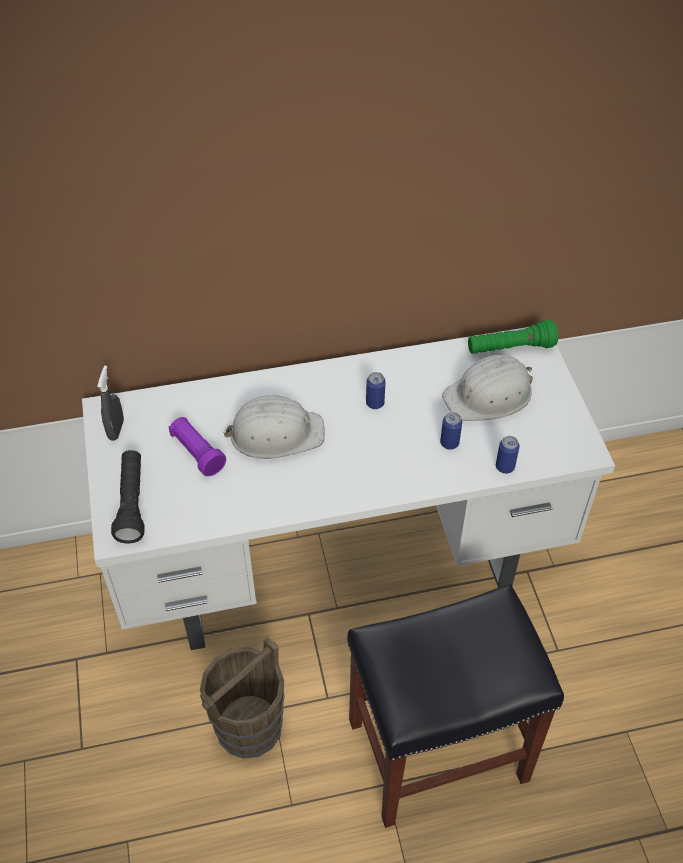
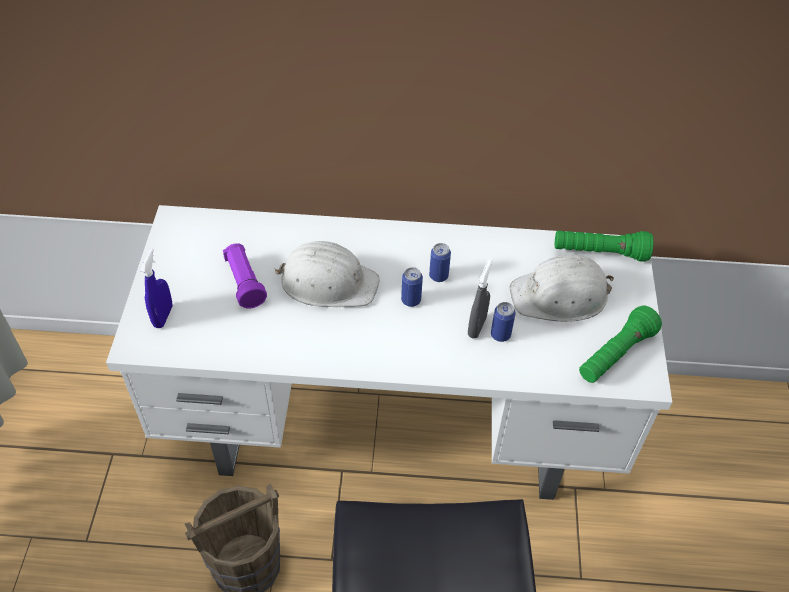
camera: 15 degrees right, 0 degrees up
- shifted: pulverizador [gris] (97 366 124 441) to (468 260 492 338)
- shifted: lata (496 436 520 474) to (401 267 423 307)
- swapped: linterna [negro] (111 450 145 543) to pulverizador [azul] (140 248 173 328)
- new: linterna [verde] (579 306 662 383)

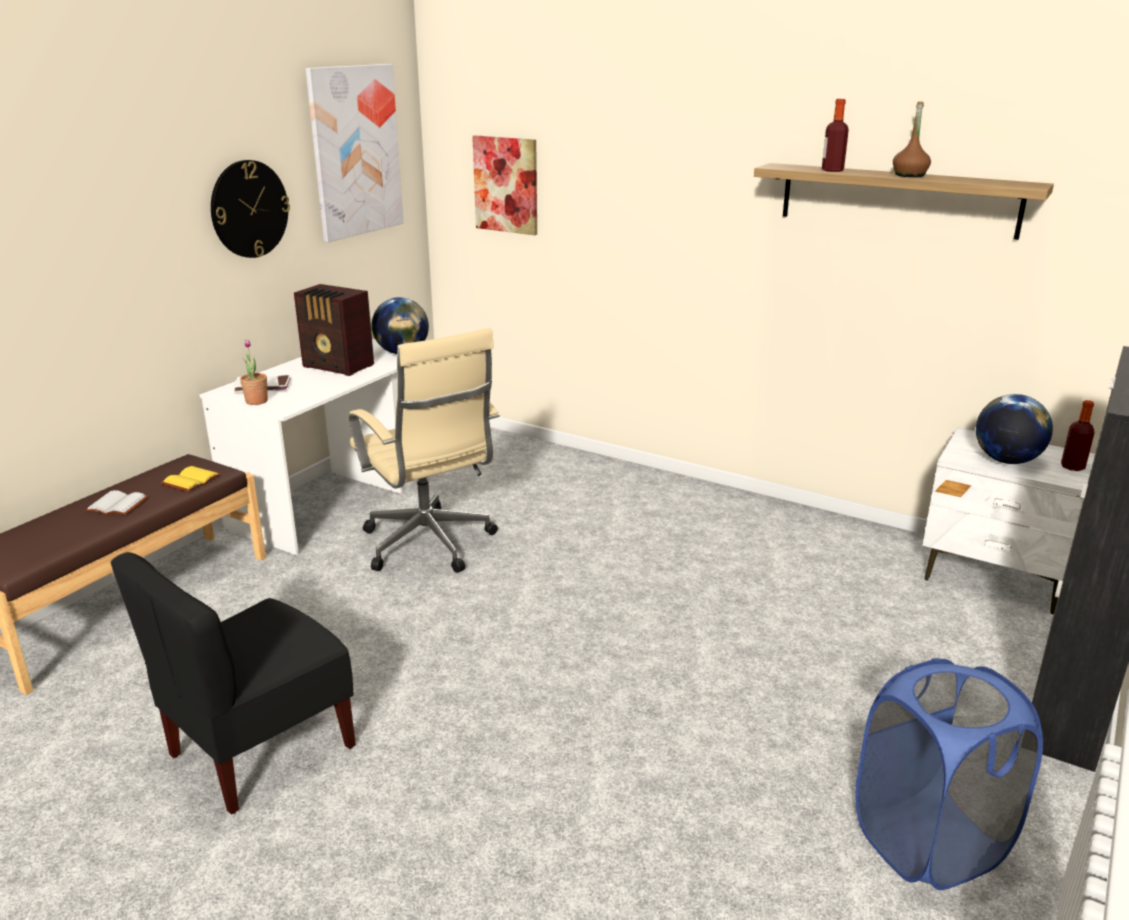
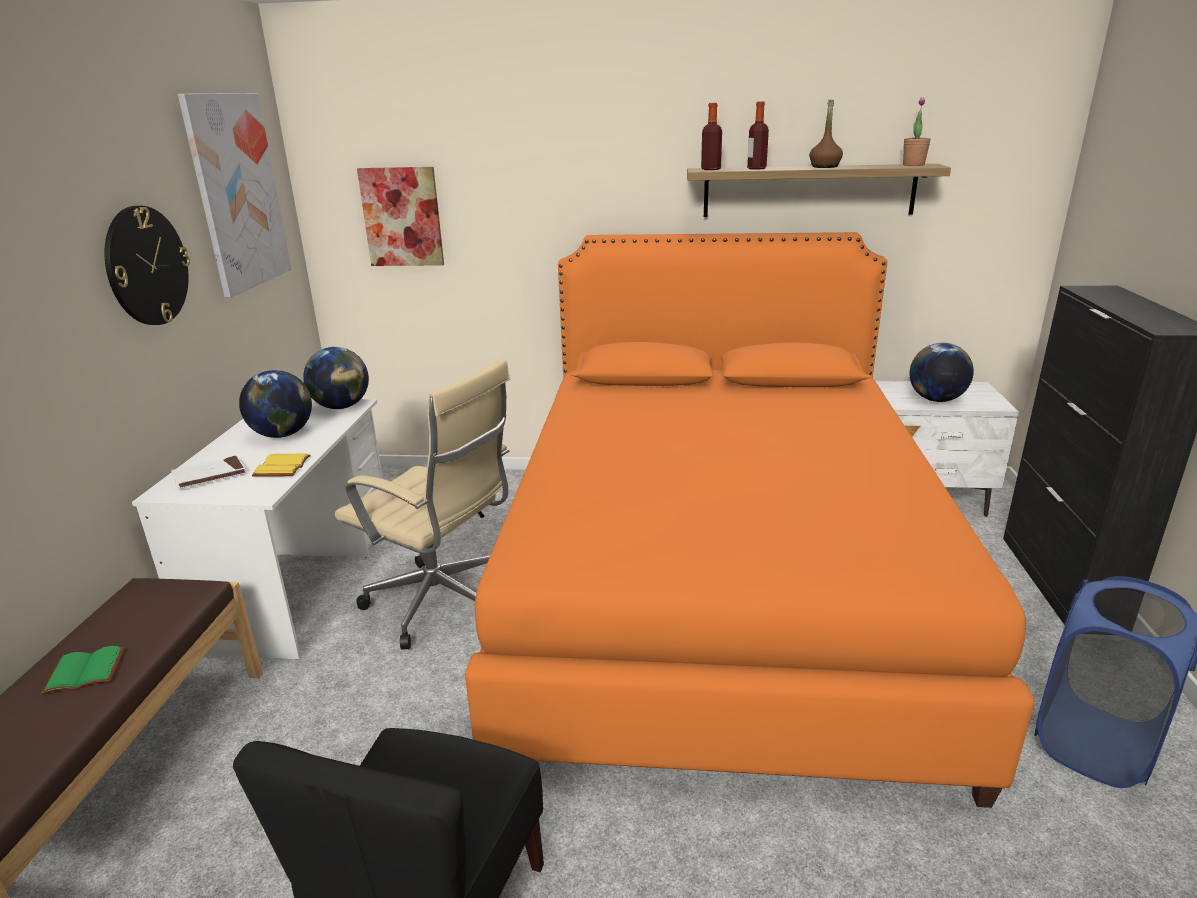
camera: 25 degrees left, 0 degrees up
- swapped: radio (294 284 374 376) to globo terráqueo (239 370 312 438)
- shifted: planta en maceta (240 340 268 405) to (903 97 931 166)
- shifted: botella (1061 400 1095 471) to (701 103 722 170)
- shifted: libro [amarillo] (161 466 221 492) to (252 454 311 477)
- repainted: libro [blanco] (84 490 149 515) to libro [verde] (41 646 125 695)
- new: cama [naranja] (465 232 1034 808)

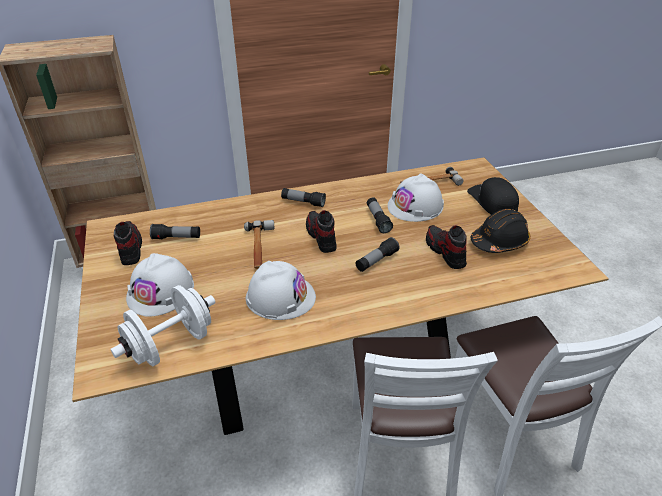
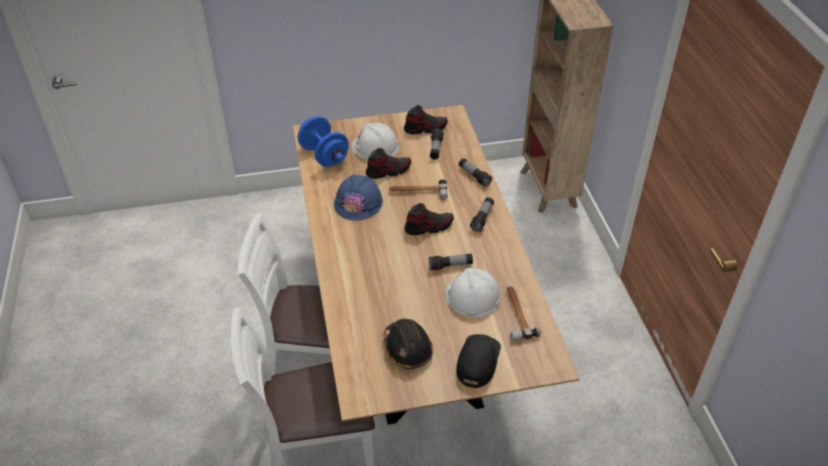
camera: 95 degrees right, 5 degrees up
- rotated: gorra [negro] (467 177 519 215) = (456 334 501 388) 60 degrees counterclockwise
- shifted: zapato (426 225 467 269) to (366 148 411 179)
- shifted: linterna (356 237 399 272) to (459 158 492 187)
- repainted: casco [blanco] (246 261 316 320) to casco [azul] (334 174 383 221)
- repainted: mancuerna [blanco] (110 285 215 366) to mancuerna [azul] (298 116 349 167)

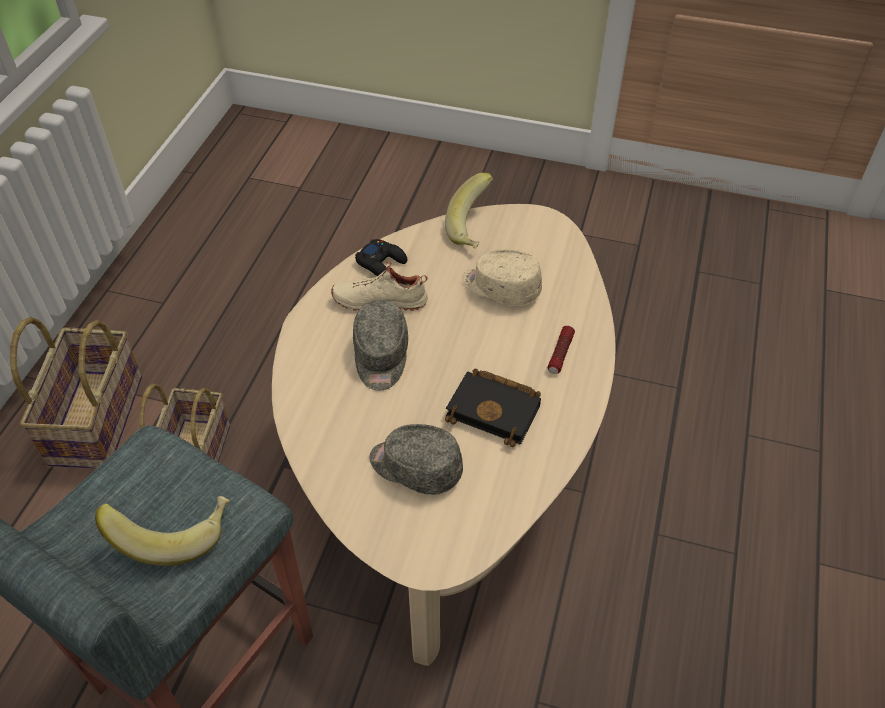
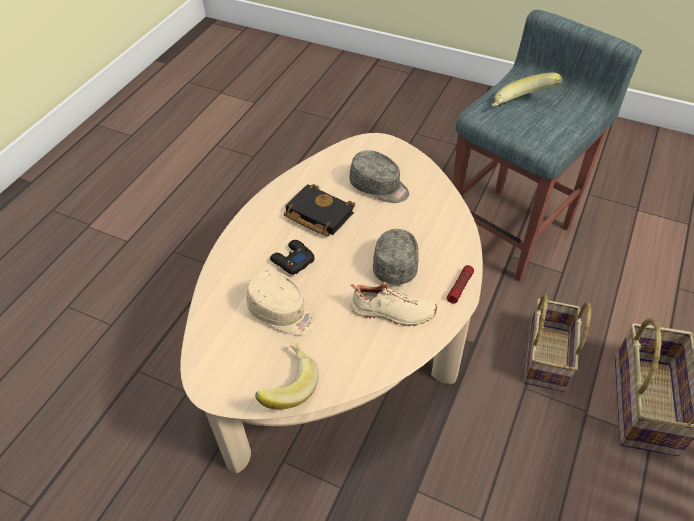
camera: 170 degrees left, 0 degrees up
- shifted: mando de consola [negro] (355 239 407 276) to (270 240 314 275)
- shifted: linterna (548 326 575 374) to (447 265 474 304)

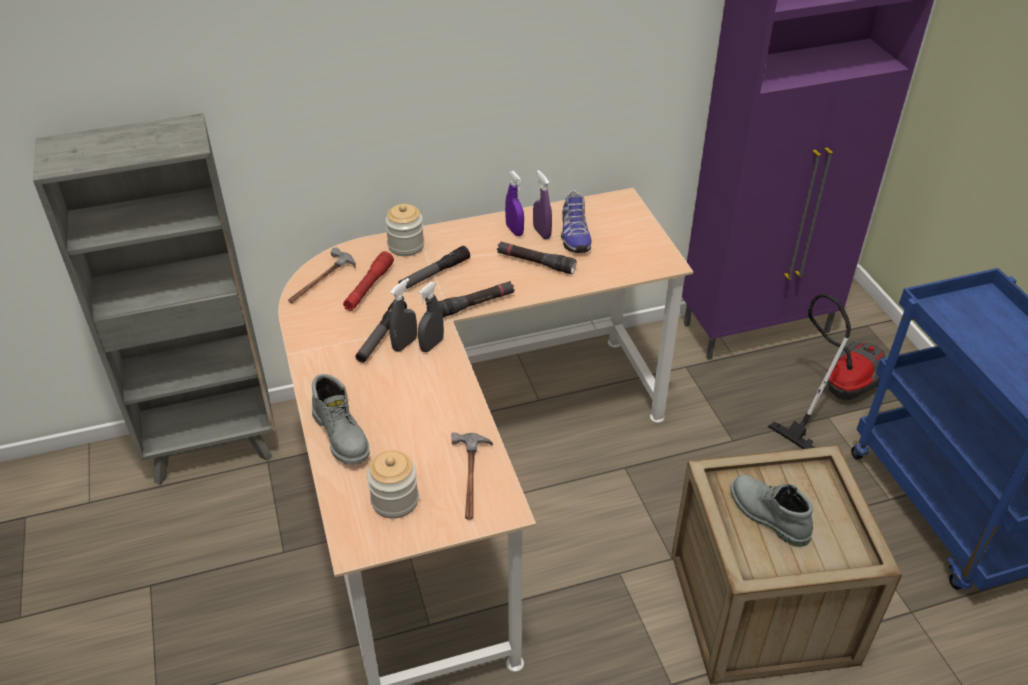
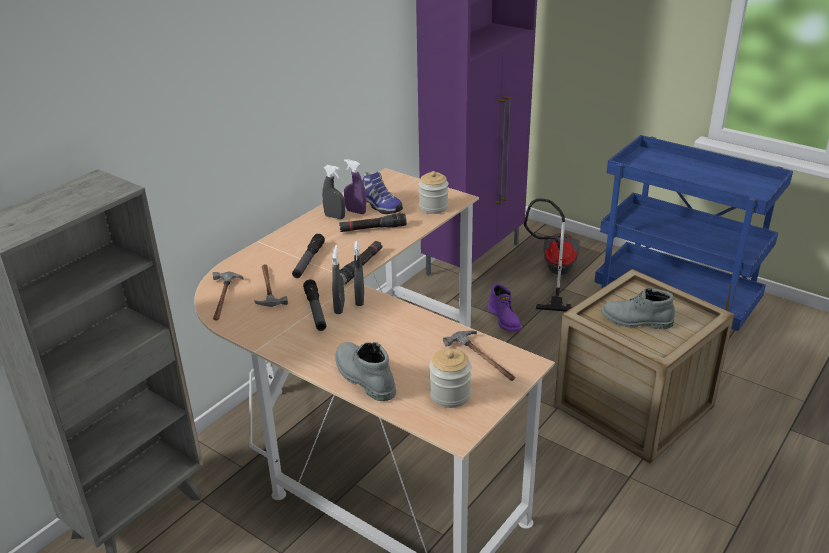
camera: 35 degrees left, 10 degrees down
- repainted: pulverizador [morado] (505 171 524 236) to pulverizador [gris] (322 165 345 219)
- shifted: tarro (385 204 424 256) to (419 171 448 214)
- swapped: linterna [rojo] (343 251 394 311) to martillo (254 264 288 307)
- rotated: bota [gris] (312 374 370 465) = (335 342 396 401) 150 degrees counterclockwise
- new: bota [morado] (488 284 521 332)

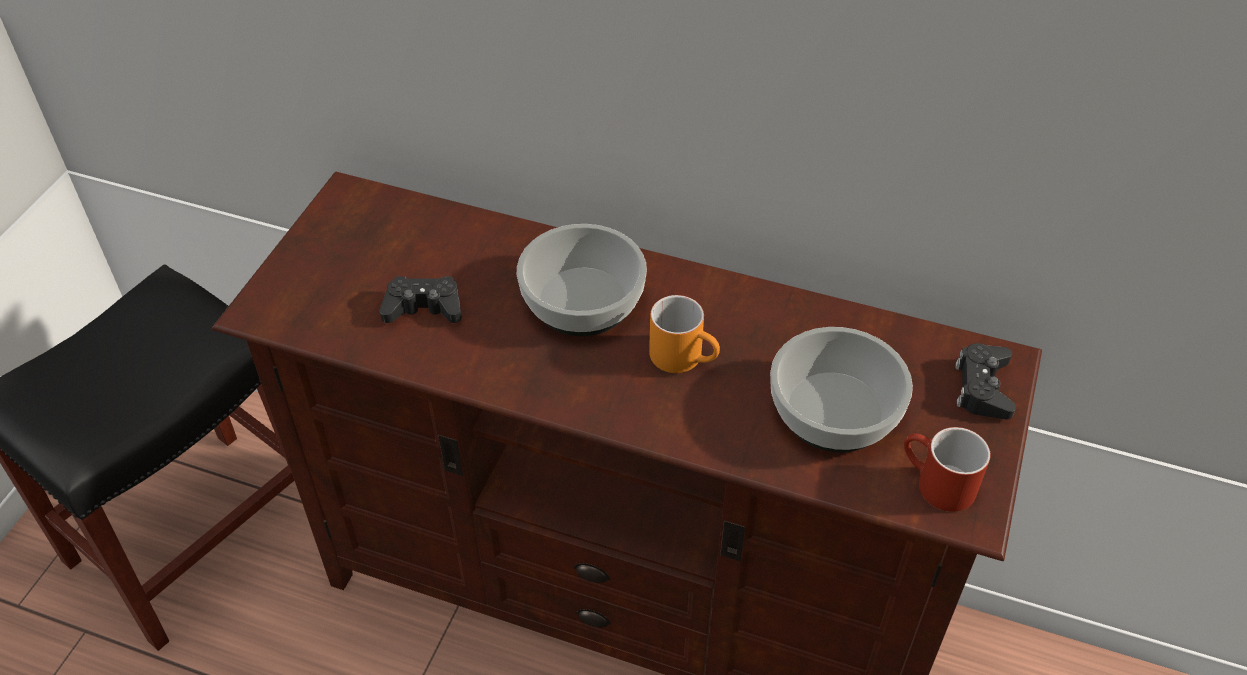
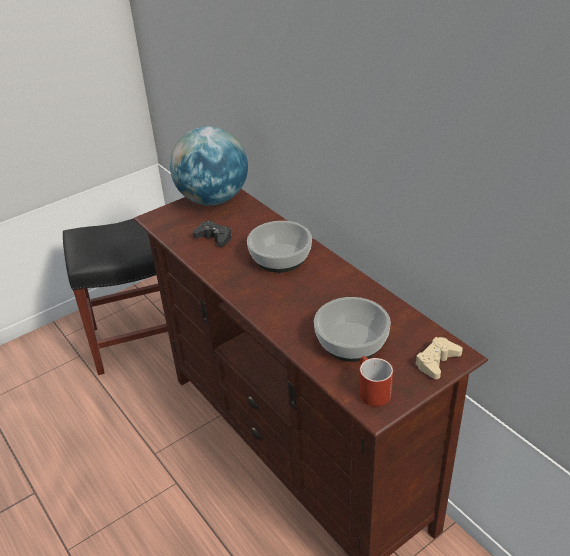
camera: 35 degrees right, 10 degrees down
- gone: taza grande [naranja] (649 295 720 373)
- repainted: mando de consola [negro] (955 343 1016 419) to mando de consola [beis] (415 337 463 379)
- new: globo terráqueo (170 126 248 205)

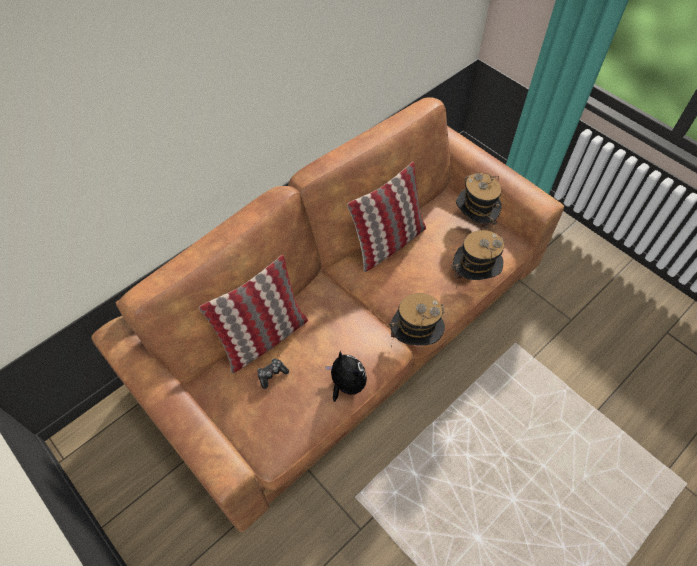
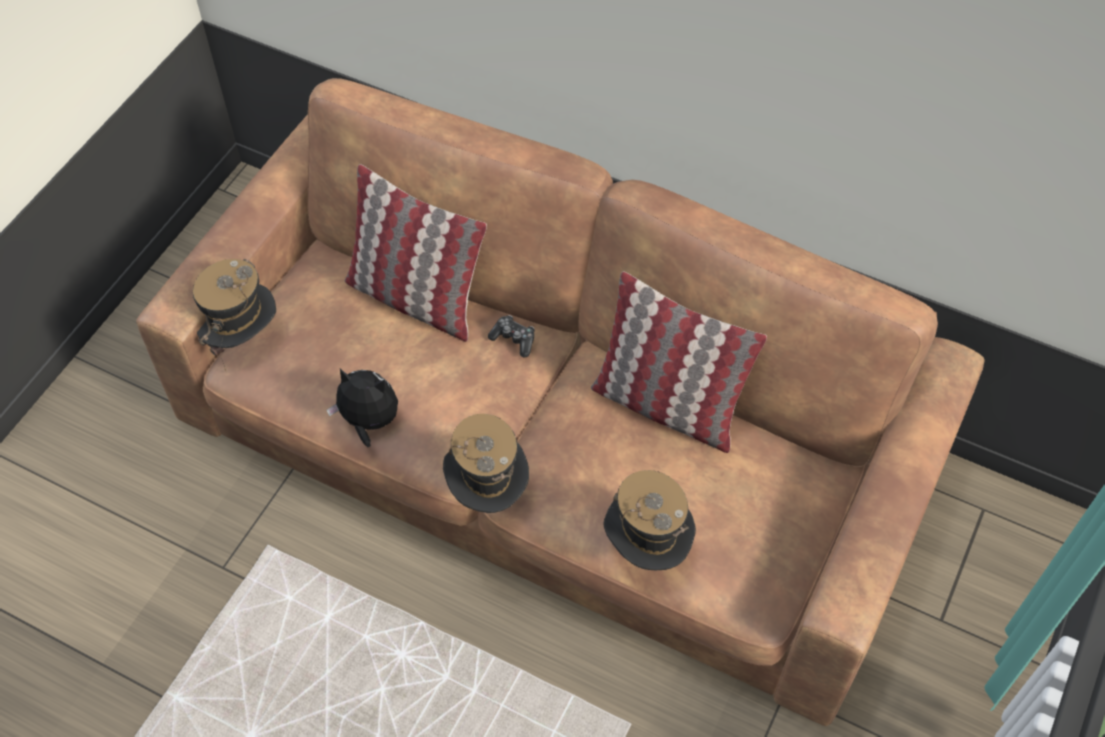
camera: 70 degrees right, 0 degrees up
- shifted: sombrero (456 173 502 231) to (193 259 276 371)
- rotated: peluche (325 350 367 402) = (326 369 398 447) 105 degrees counterclockwise
- shifted: mando de consola (257 358 289 389) to (488 315 535 358)

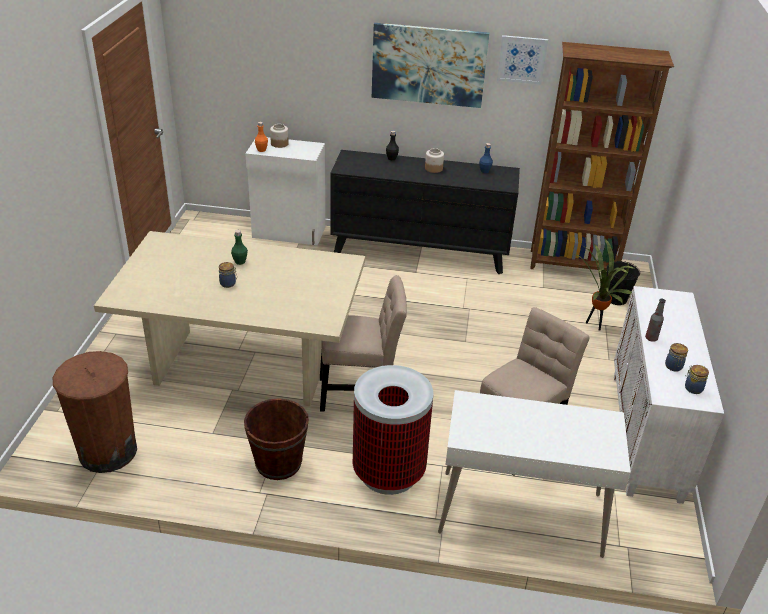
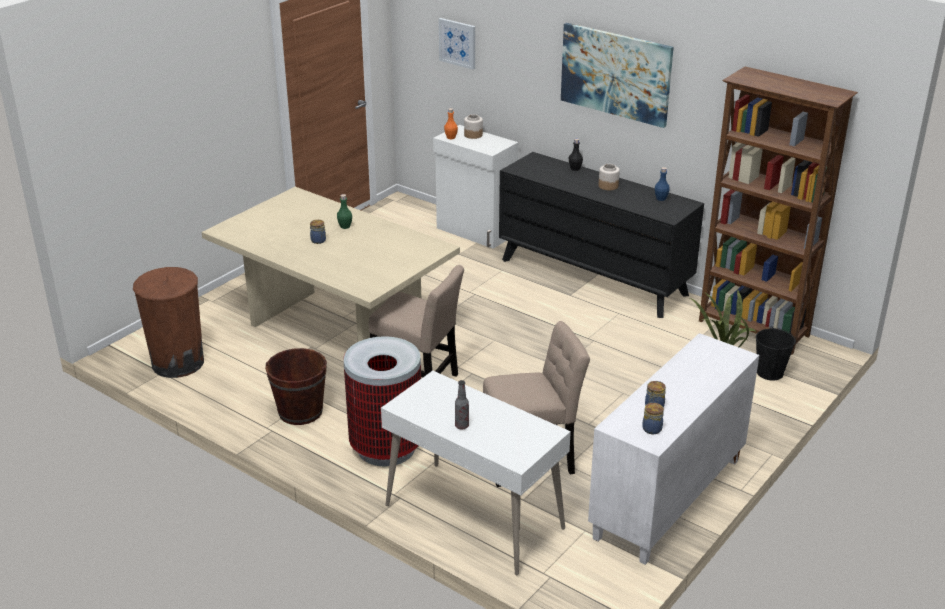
camera: 30 degrees right, 5 degrees down
- shifted: cuadro (497 35 548 84) to (439 18 475 69)
- shifted: botella (645 299 666 342) to (455 380 469 429)

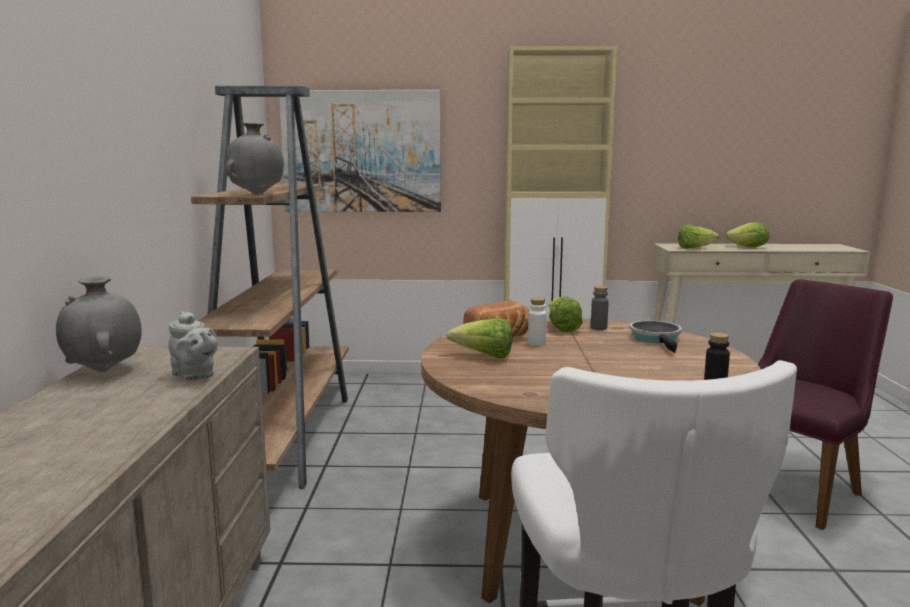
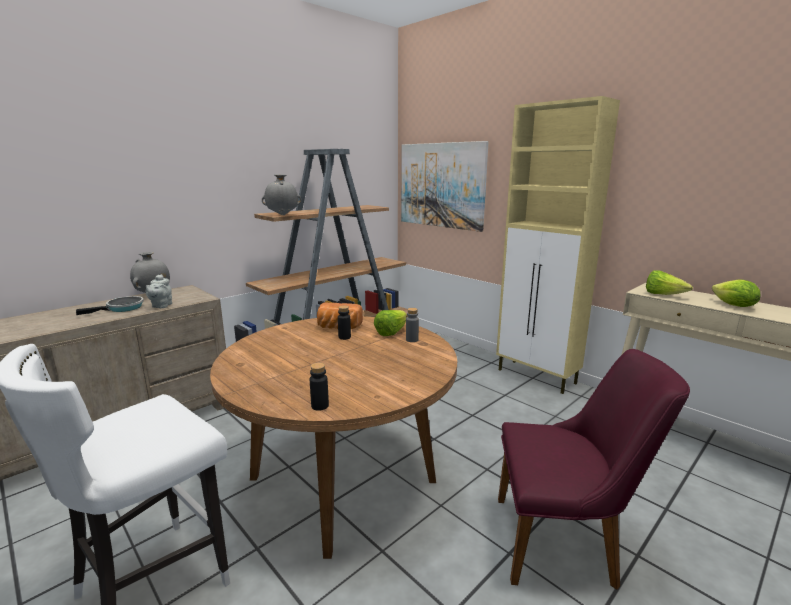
camera: 45 degrees right, 5 degrees up
- repainted: botella [blanco] (528 298 546 346) to botella [negro] (338 306 351 340)
- gone: lechuga (447 318 513 358)
- shifted: sartén (629 321 682 353) to (76 296 144 315)

